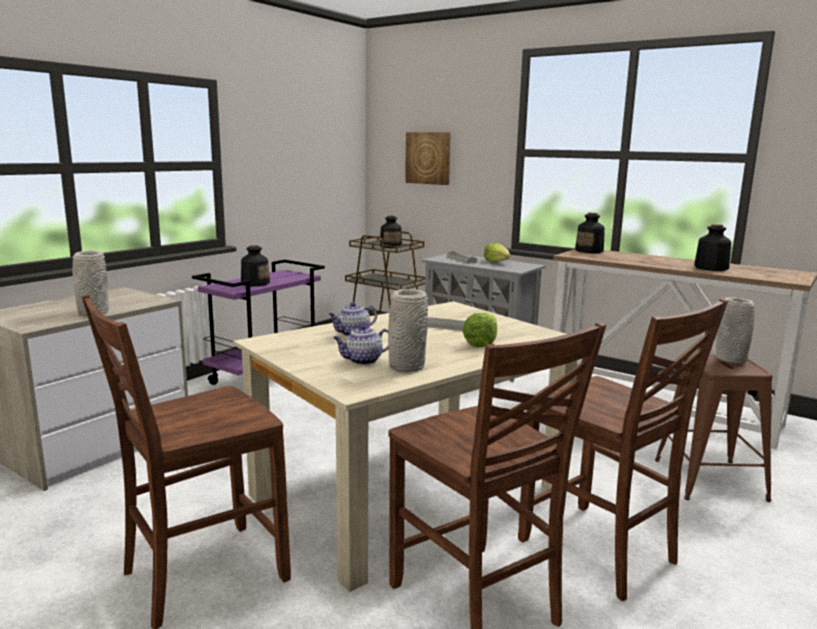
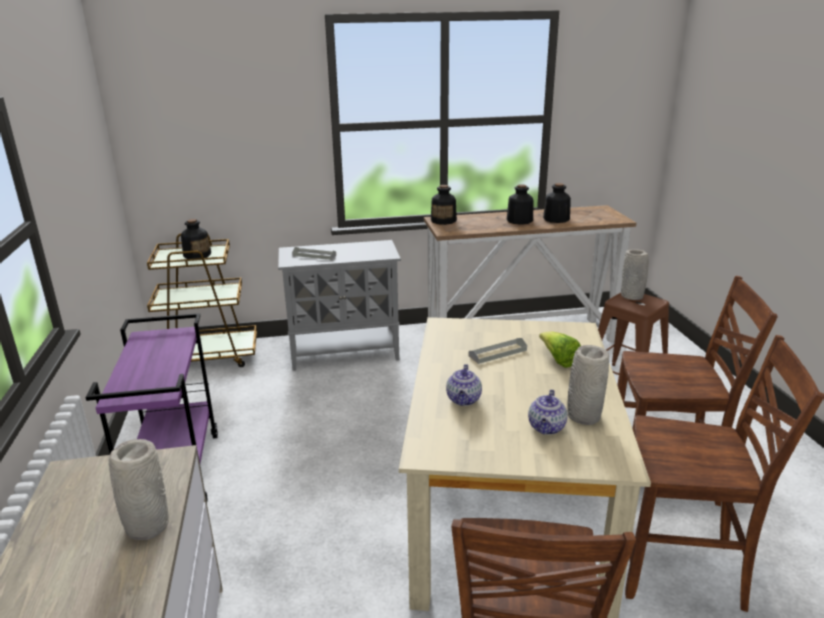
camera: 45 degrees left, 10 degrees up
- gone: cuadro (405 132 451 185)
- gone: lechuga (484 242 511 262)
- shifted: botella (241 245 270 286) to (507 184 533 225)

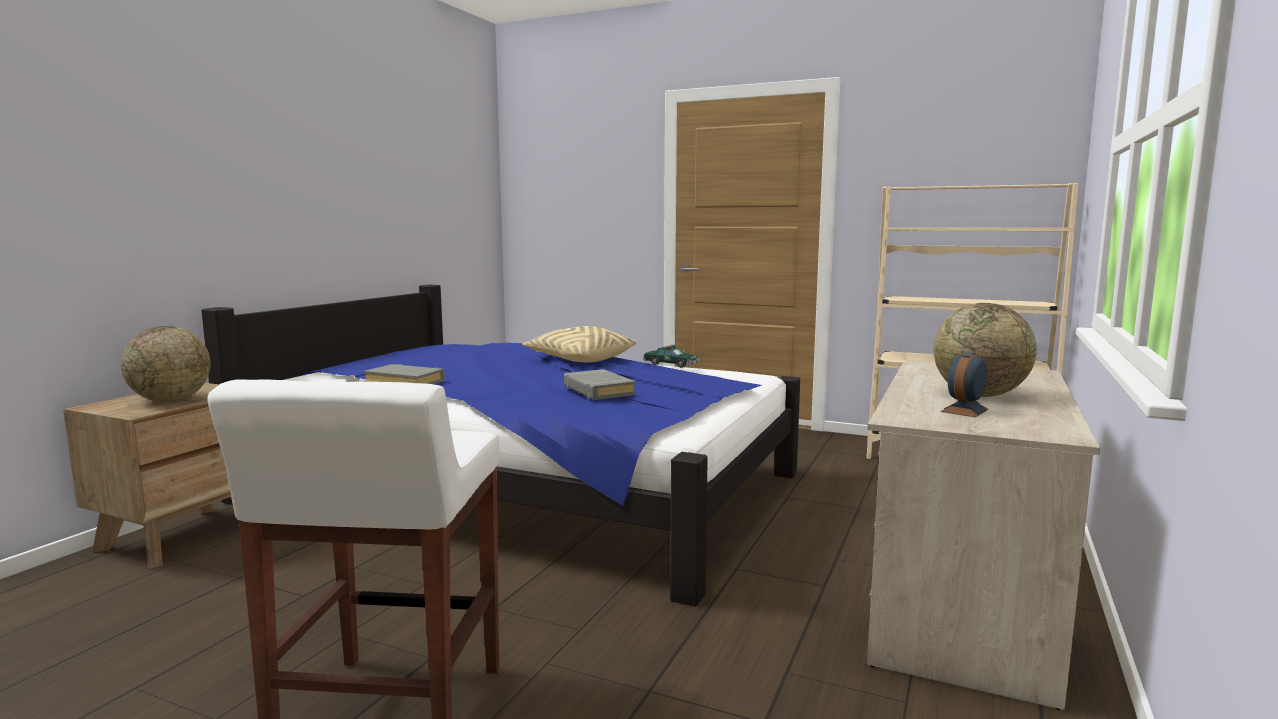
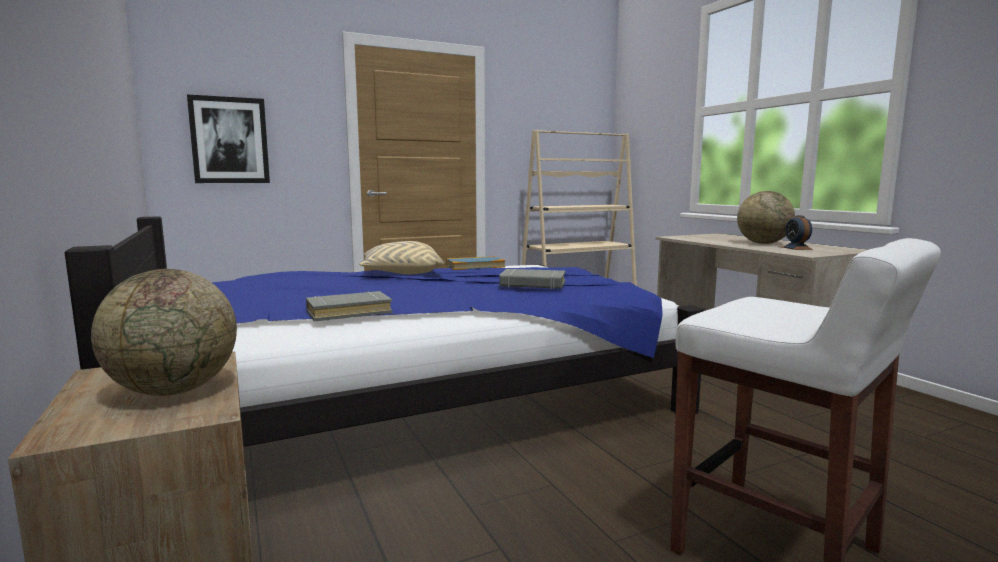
camera: 50 degrees left, 0 degrees up
- swapped: coche de juguete (643 344 699 368) to libro (446 256 505 270)
- new: cuadro (187 95 270 183)

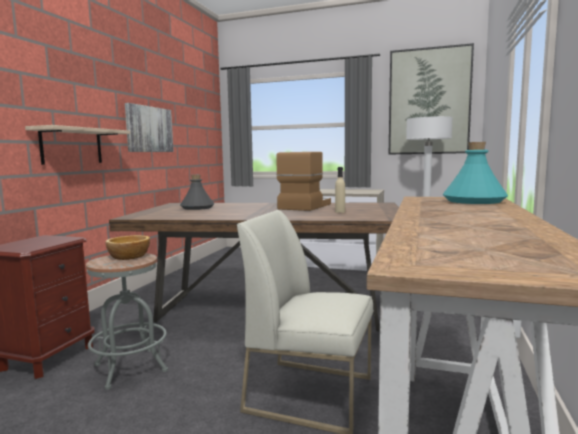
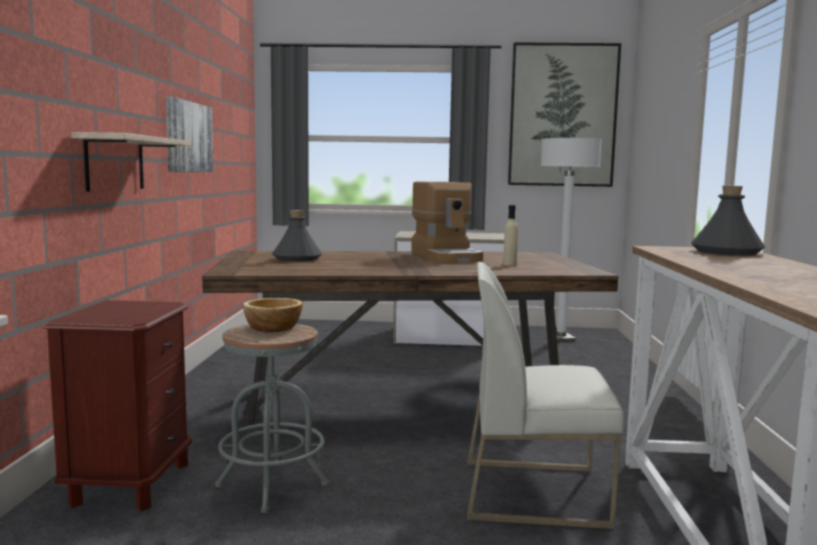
camera: 15 degrees left, 0 degrees up
- repainted: botella [turquesa] (443 142 508 204) to botella [gris] (691 186 765 256)
- rotated: cafetera (276 152 331 211) = (411 181 483 263) 150 degrees clockwise

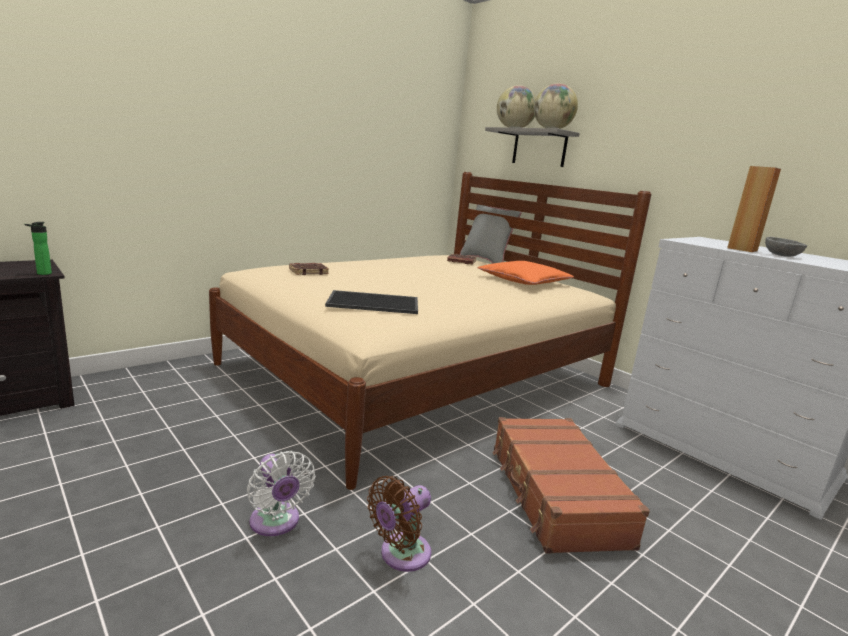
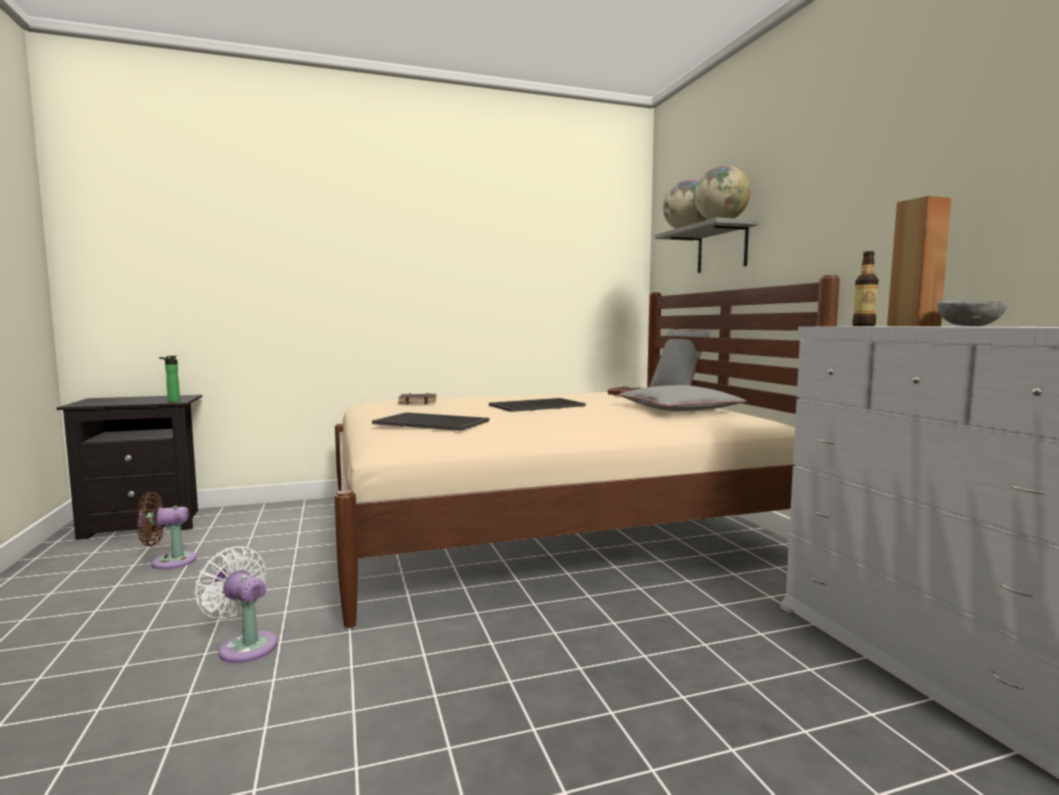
camera: 25 degrees right, 10 degrees down
- repainted: cojín [naranja] (477 261 574 285) to cojín [gris] (618 385 746 411)
- gone: maleta [marrón] (492 417 650 554)
- rotated: ventilador [blanco] (247 451 315 536) = (194 546 278 663) 135 degrees clockwise
- shifted: ventilador [marrón] (367 476 431 572) to (137 492 197 570)
- new: botella (852 251 878 326)
- new: bandeja (489 398 586 412)

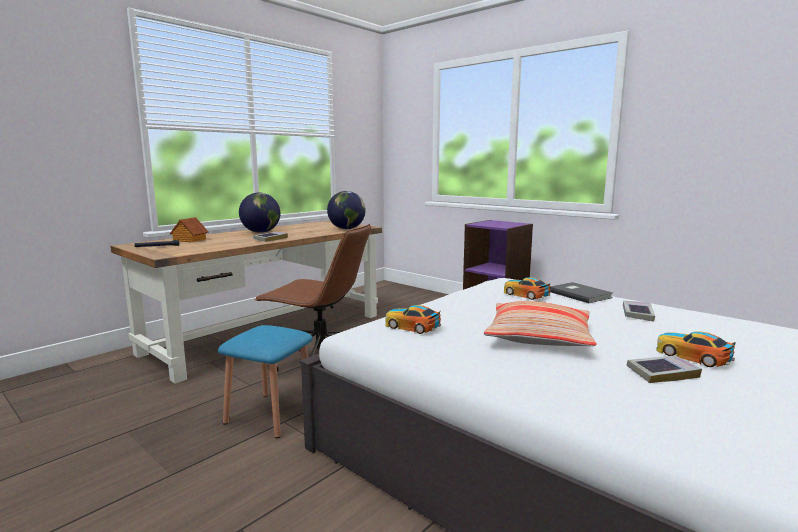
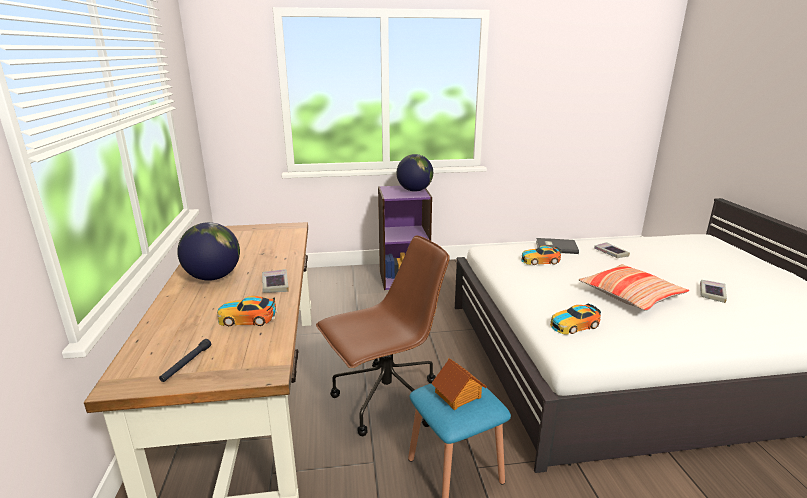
camera: 50 degrees left, 10 degrees up
- shifted: globo terráqueo (327 191 366 229) to (397 154 433 192)
- shifted: casita (170 217 208 242) to (431 358 487 410)
- shifted: coche de juguete (656 331 736 367) to (217 296 278 326)

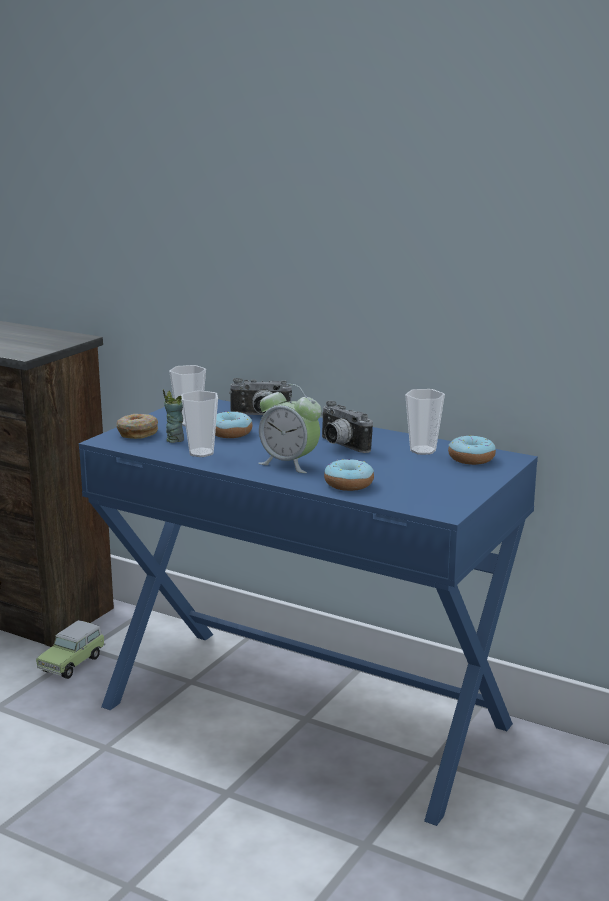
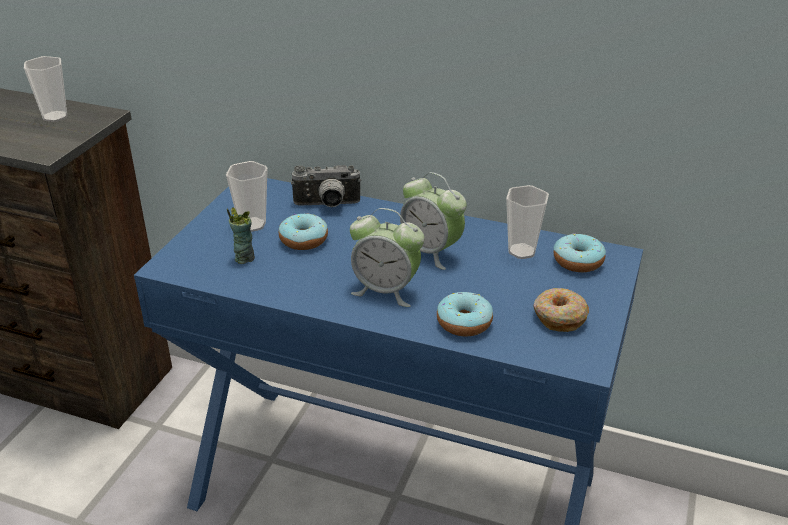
camera: 10 degrees left, 15 degrees up
- shifted: taza (181 390 218 457) to (24 56 67 122)
- swapped: cámara (321 401 373 453) to despertador (400 172 466 270)
- shifted: rosquilla (116 414 158 439) to (534 288 589 332)
- gone: coche de juguete (36 620 106 679)

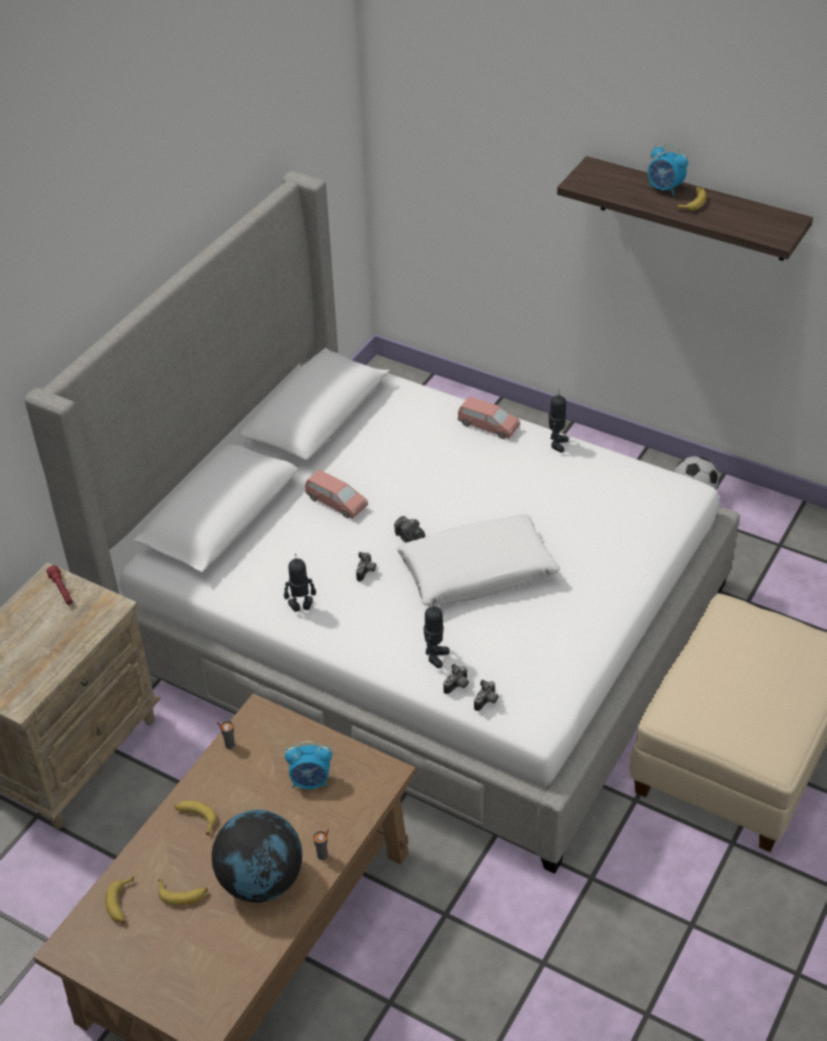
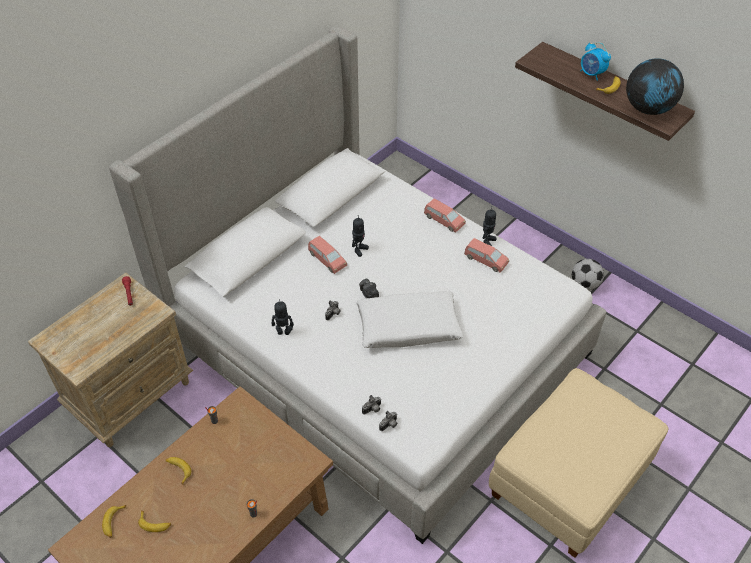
camera: 10 degrees right, 5 degrees up
- shifted: robot de juguete (424 602 450 668) to (352 215 369 257)
- gone: despertador (285 741 332 789)
- shifted: globo terráqueo (212 810 302 902) to (626 58 684 115)
- new: coche de juguete [rosa] (464 238 509 273)

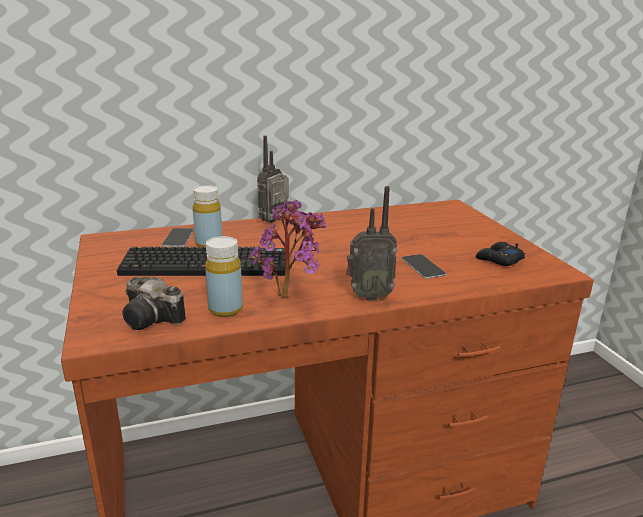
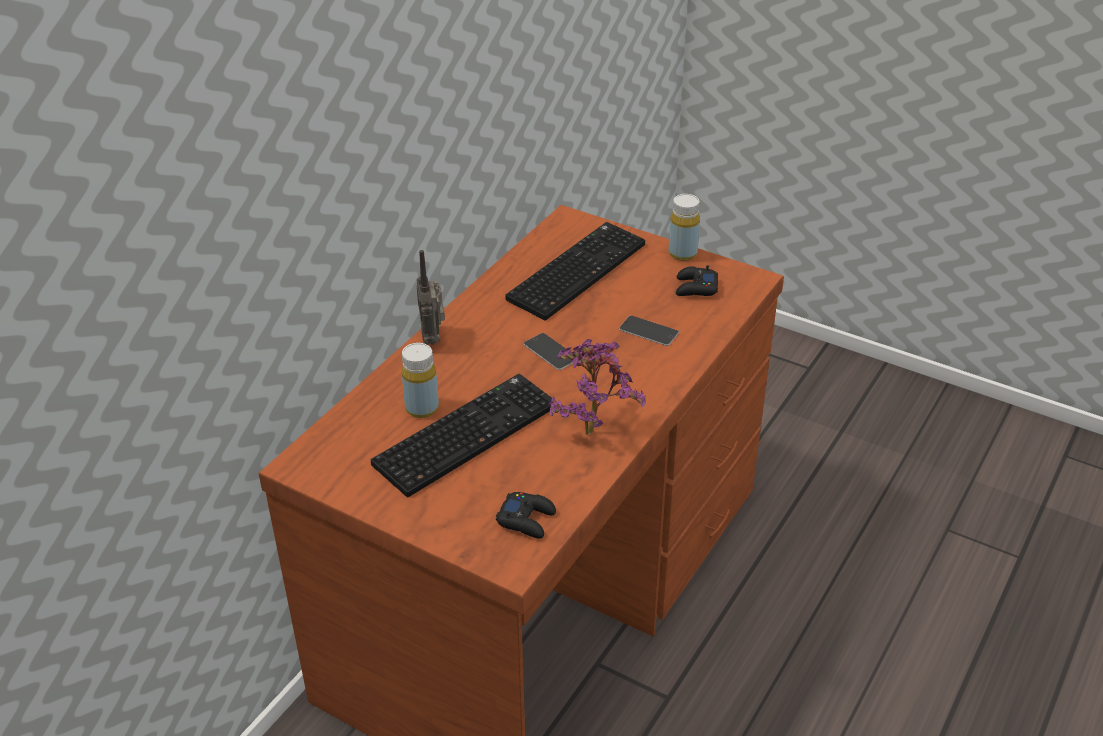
camera: 40 degrees left, 15 degrees up
- gone: radio (346 186 398 301)
- shifted: móvil (162 228 194 247) to (523 333 573 370)
- shifted: botella [amarillo] (205 236 243 317) to (669 194 700 261)
- swapped: cámara (122 276 186 330) to mando de consola [negro] (496 492 556 539)
- new: teclado (505 222 645 320)

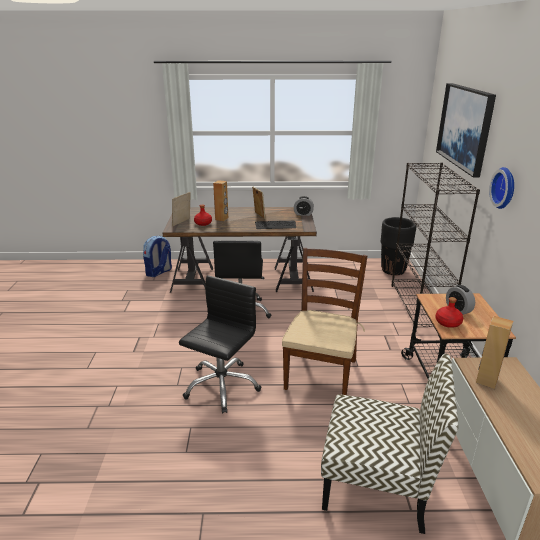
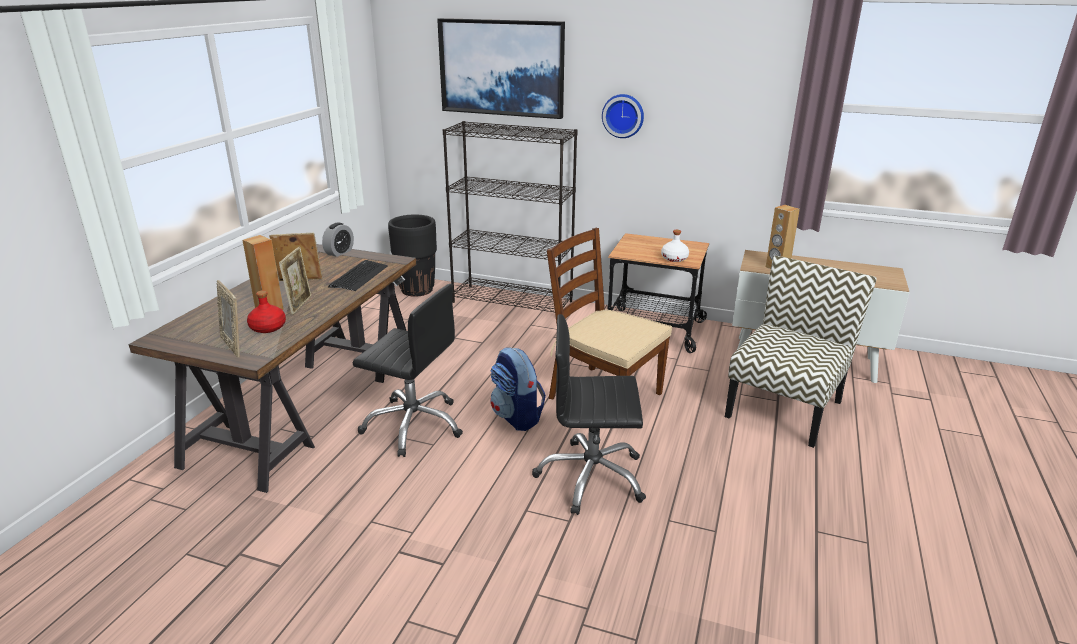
camera: 70 degrees left, 0 degrees up
- shifted: mochila (143 236 172 277) to (490 347 546 431)
- rotated: silla de oficina [negro] (179 275 261 414) = (532 314 646 515) 45 degrees counterclockwise
- gone: despertador (446 285 475 315)
- repainted: botella [rojo] (435 297 463 328) to botella [blanco] (661 230 689 262)
- new: portarretratos (279 247 311 315)

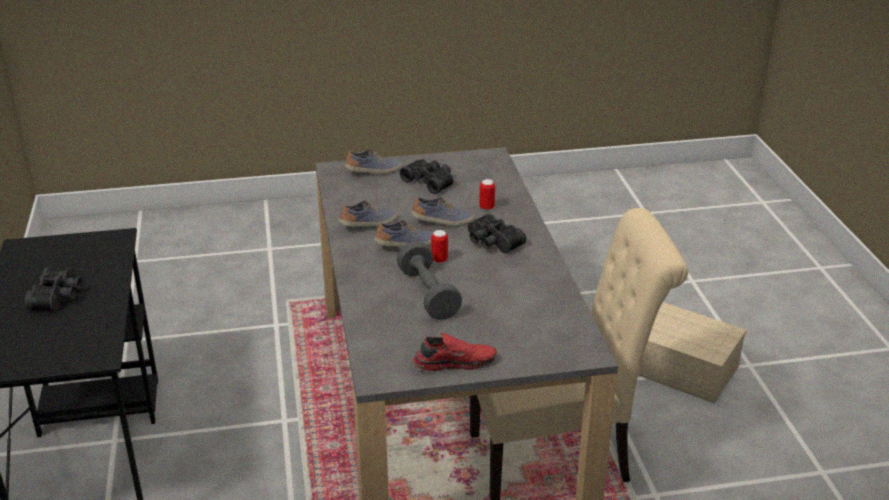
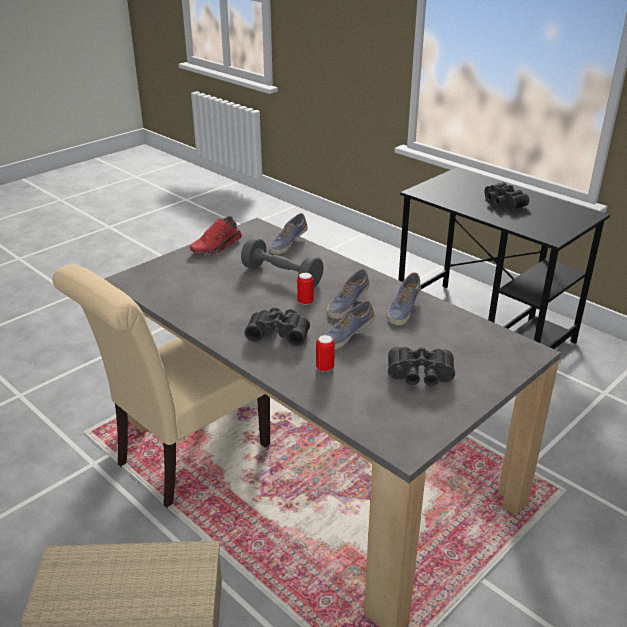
camera: 145 degrees right, 0 degrees up
- shifted: zapato (345 149 402 174) to (269 213 308 255)

